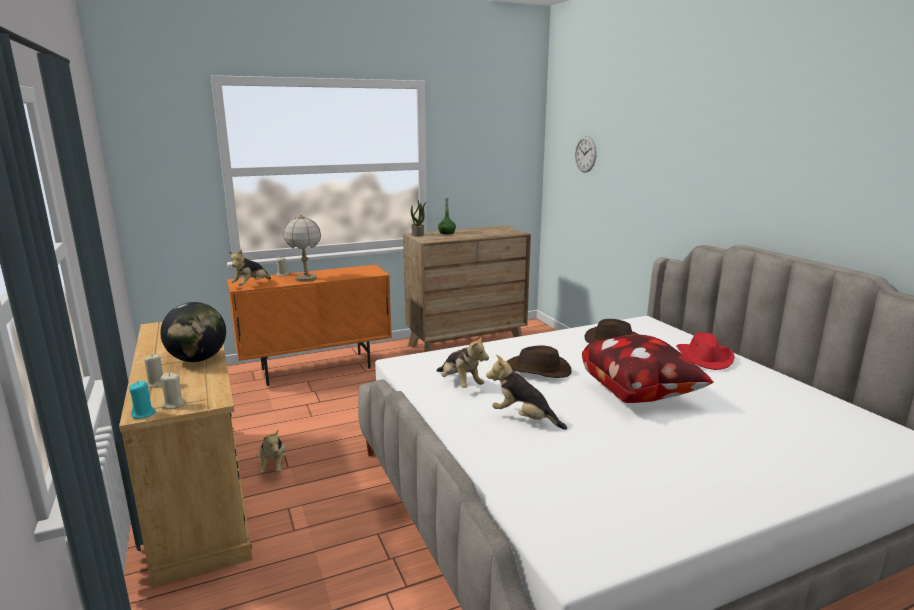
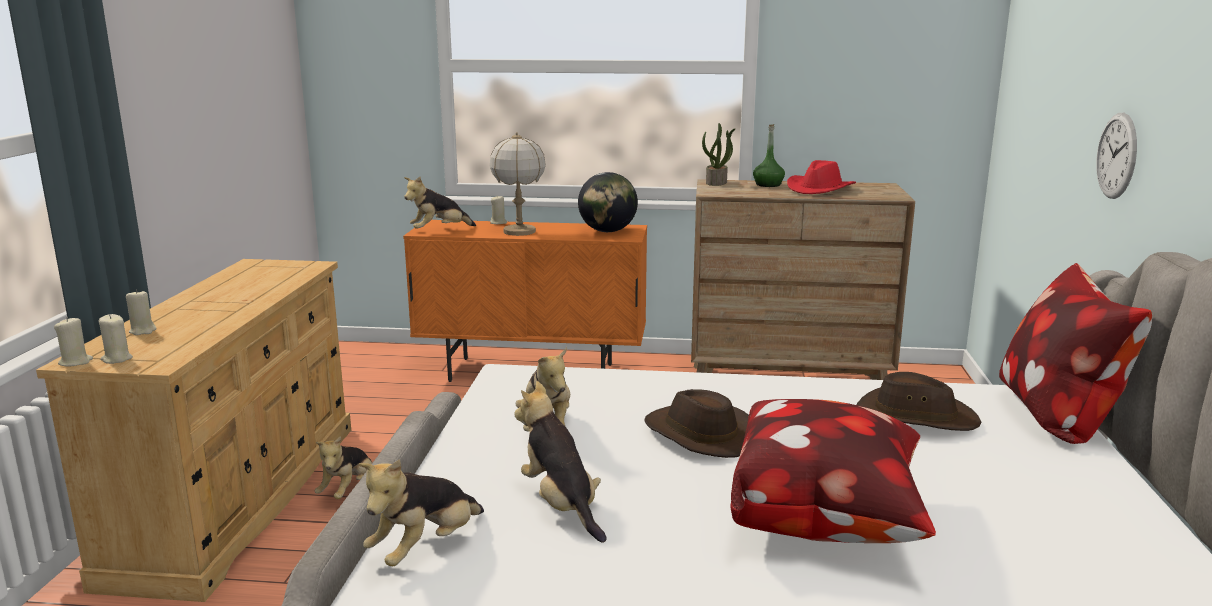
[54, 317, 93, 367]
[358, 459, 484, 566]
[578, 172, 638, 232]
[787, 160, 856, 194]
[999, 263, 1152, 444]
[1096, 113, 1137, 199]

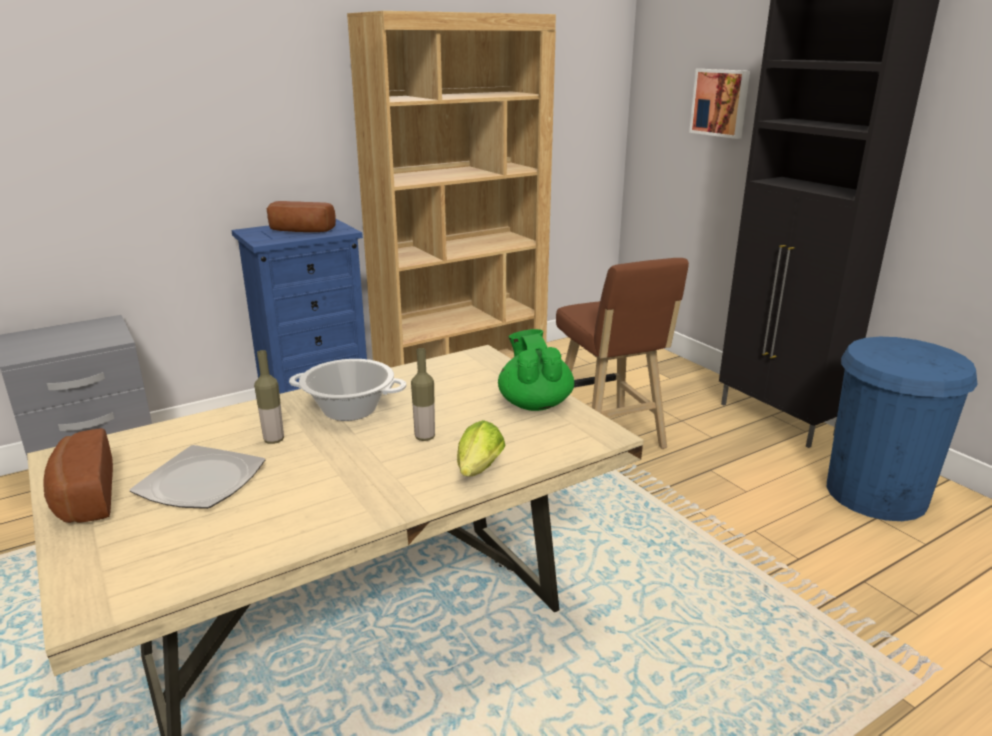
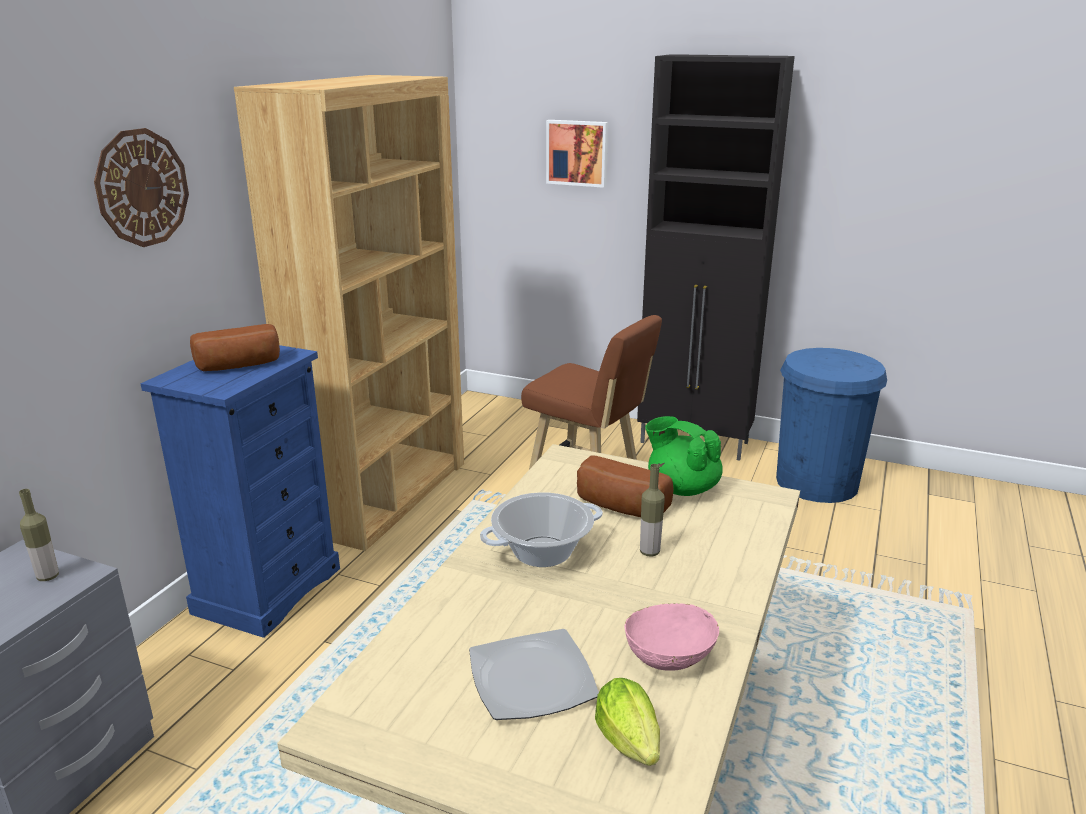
[19, 489, 59, 581]
[94, 128, 189, 247]
[577, 456, 674, 517]
[595, 678, 660, 766]
[625, 603, 719, 671]

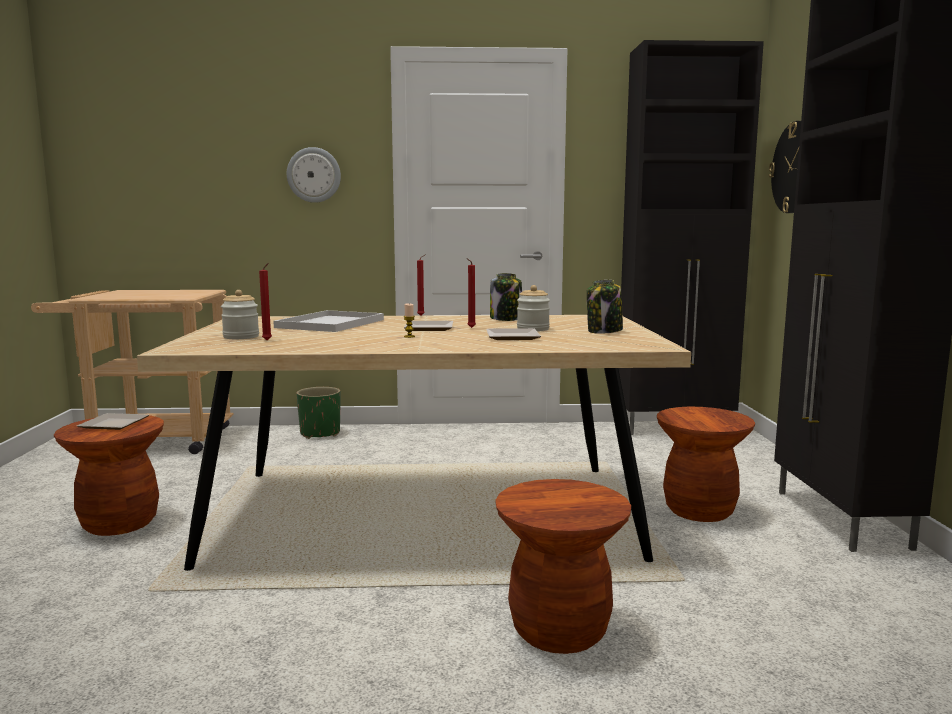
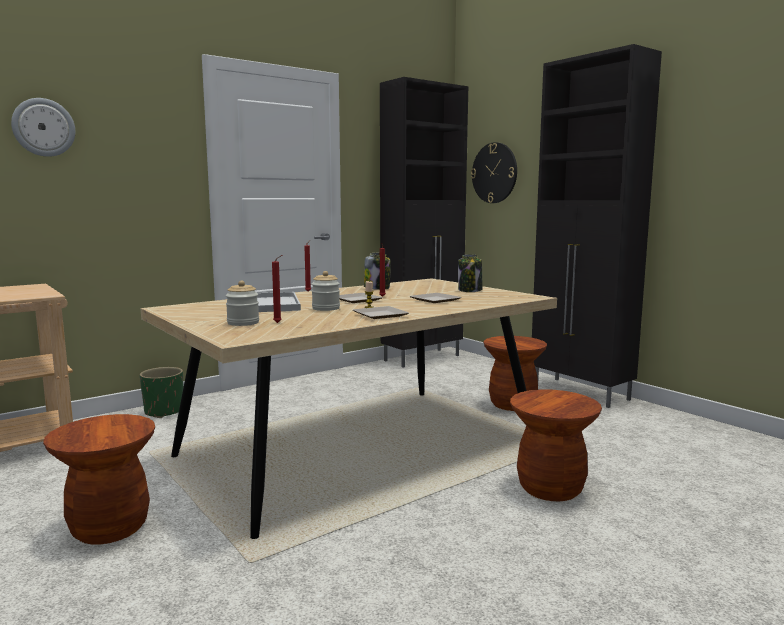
[11, 98, 75, 157]
[312, 271, 340, 311]
[353, 306, 409, 319]

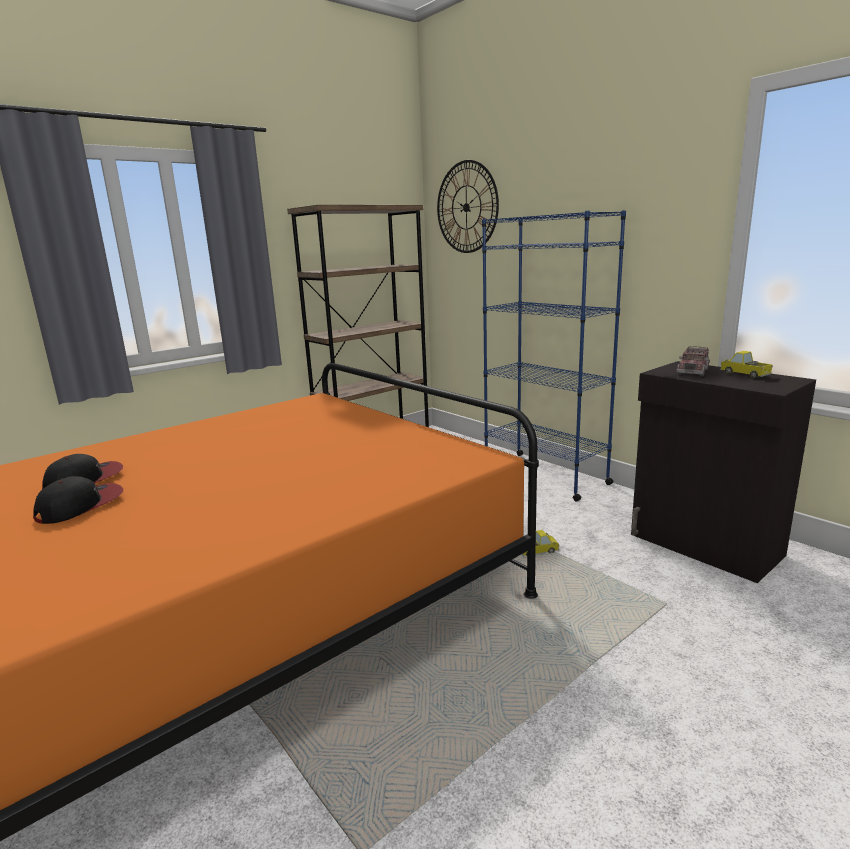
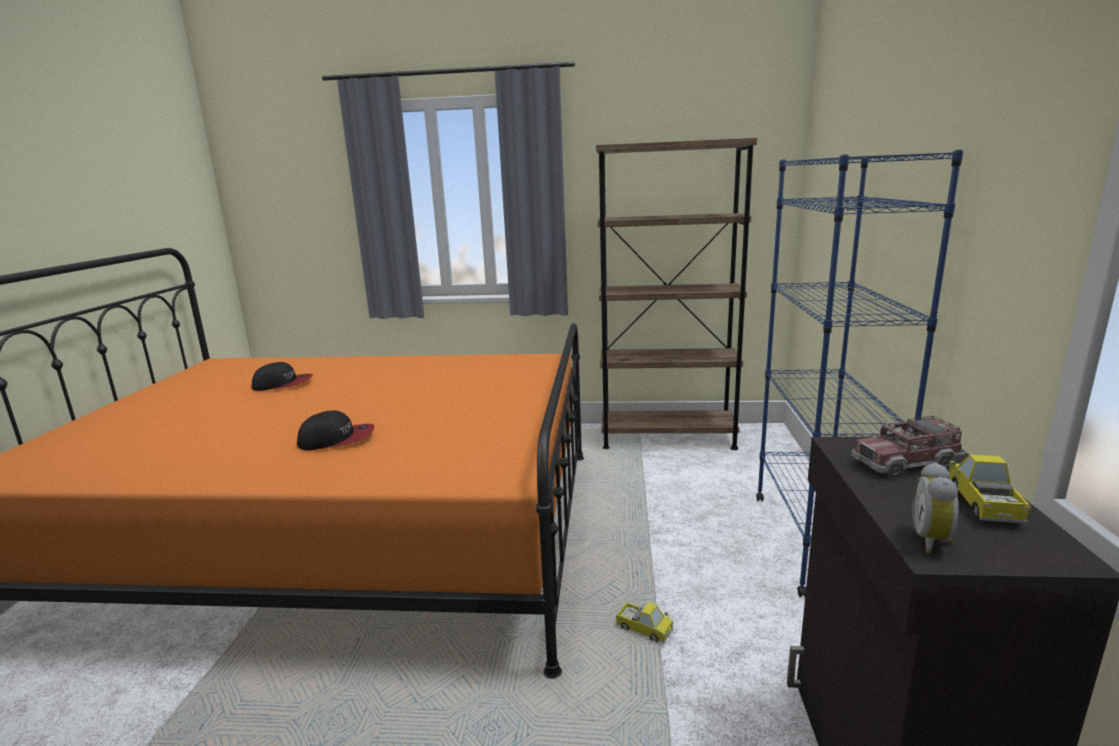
[297, 410, 374, 450]
[913, 462, 958, 553]
[437, 160, 499, 253] (first image)

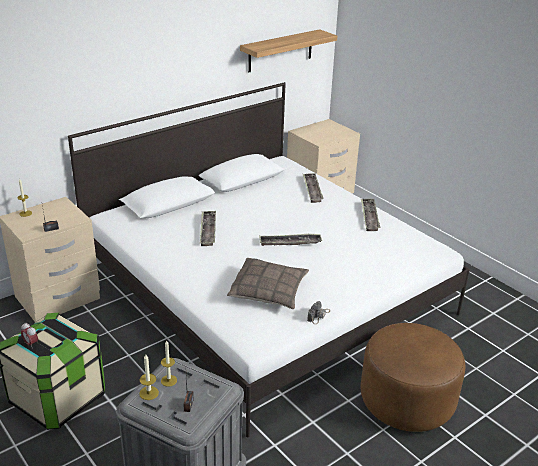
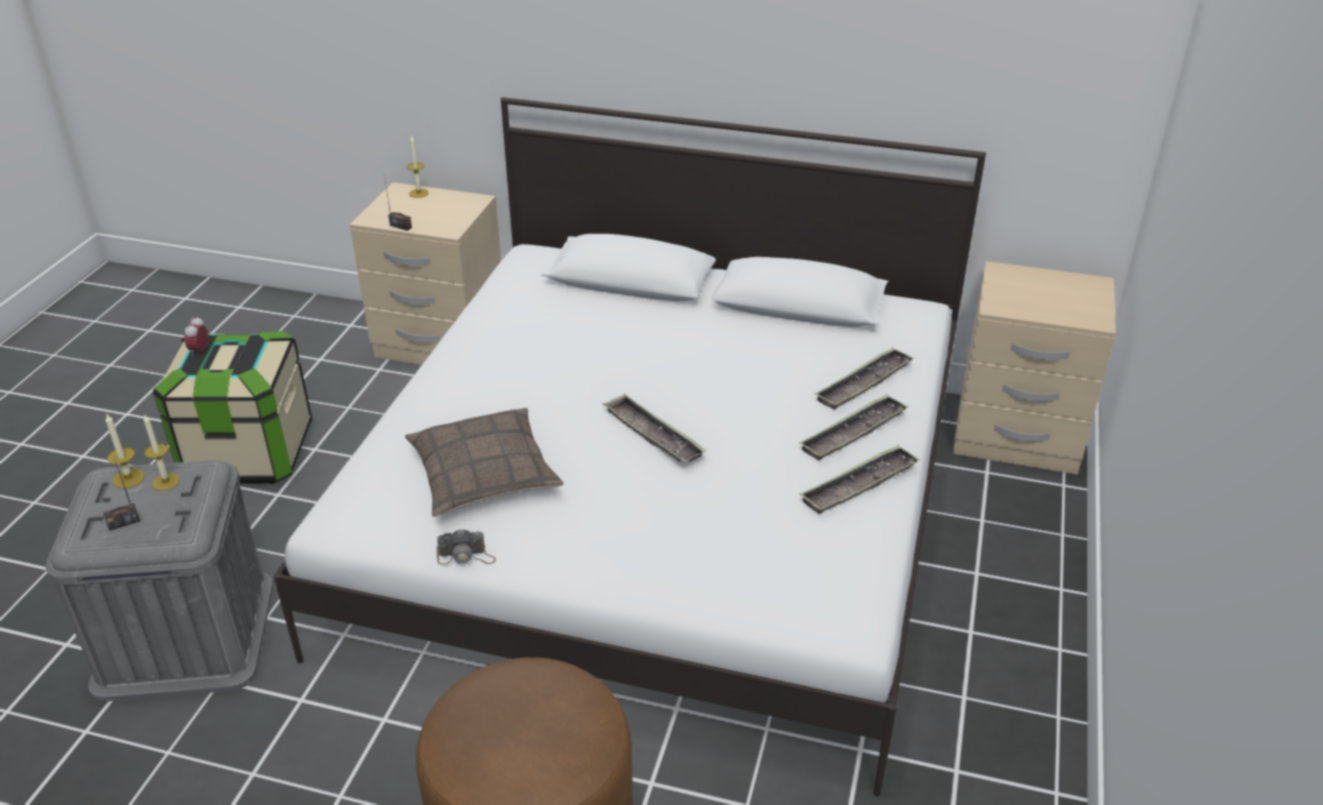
[799, 394, 909, 460]
[240, 29, 337, 72] (first image)

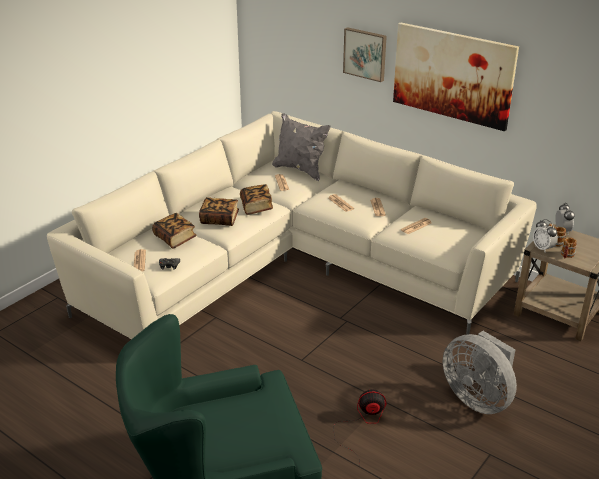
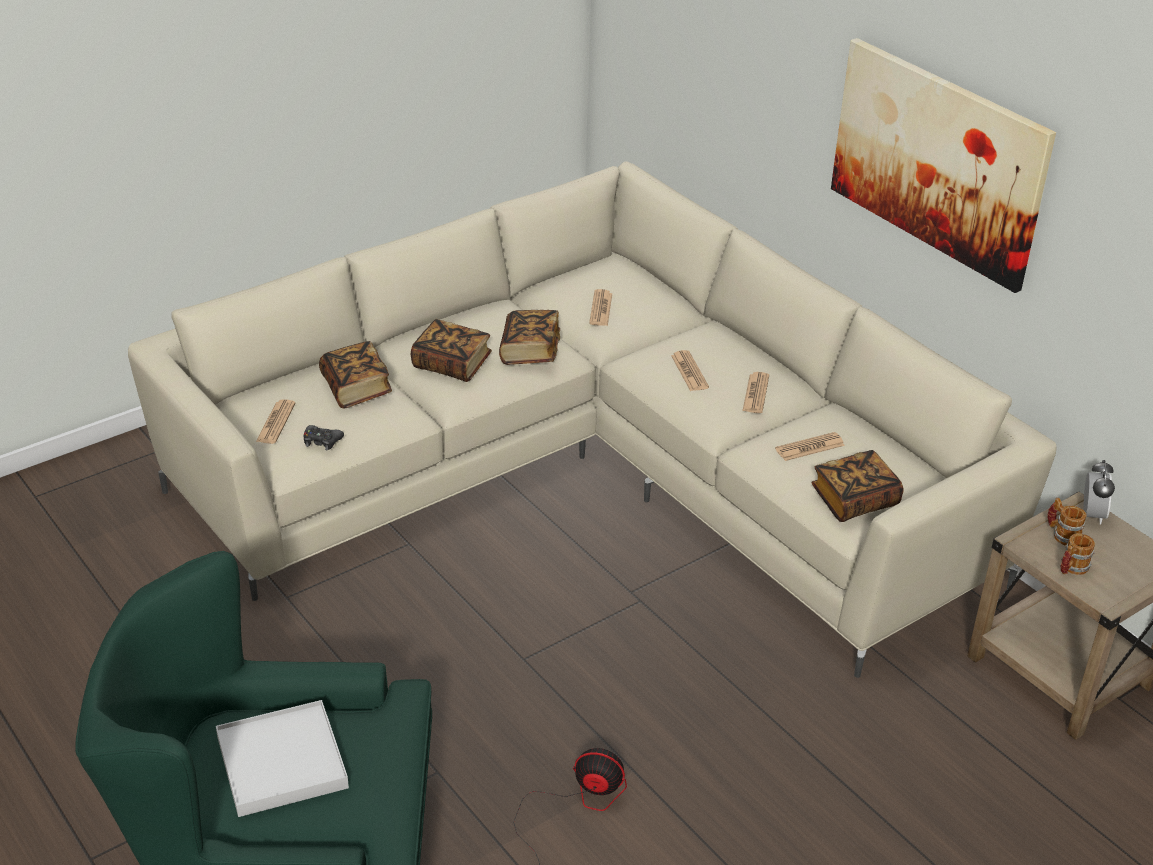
[216, 700, 349, 817]
[811, 450, 904, 522]
[272, 113, 330, 181] (first image)
[343, 27, 387, 82] (first image)
[443, 331, 517, 414] (first image)
[533, 219, 558, 252] (first image)

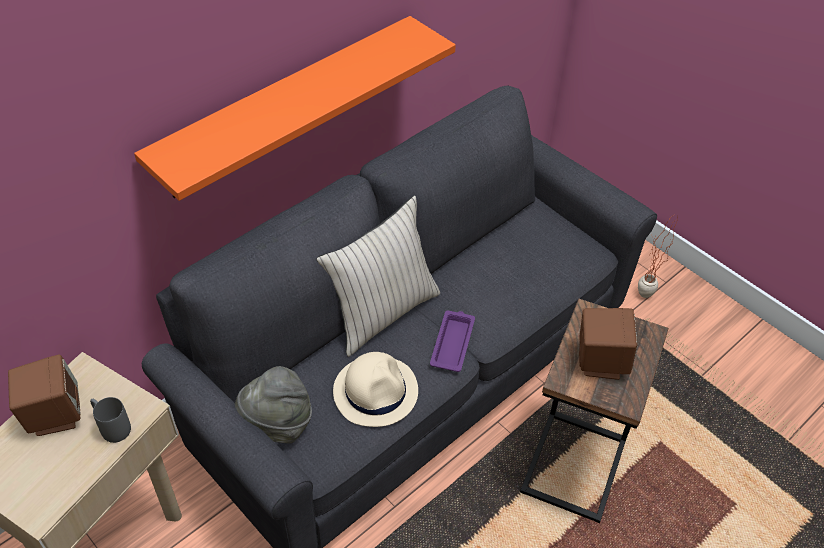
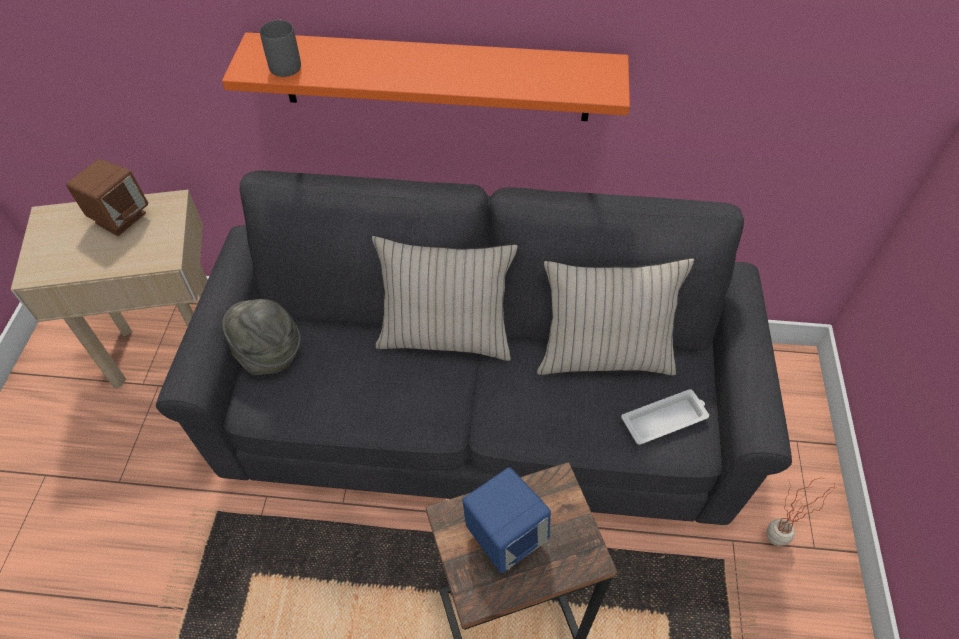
[260, 19, 301, 77]
[462, 467, 551, 573]
[537, 258, 694, 375]
[621, 389, 709, 445]
[333, 352, 418, 427] (first image)
[430, 311, 475, 372] (first image)

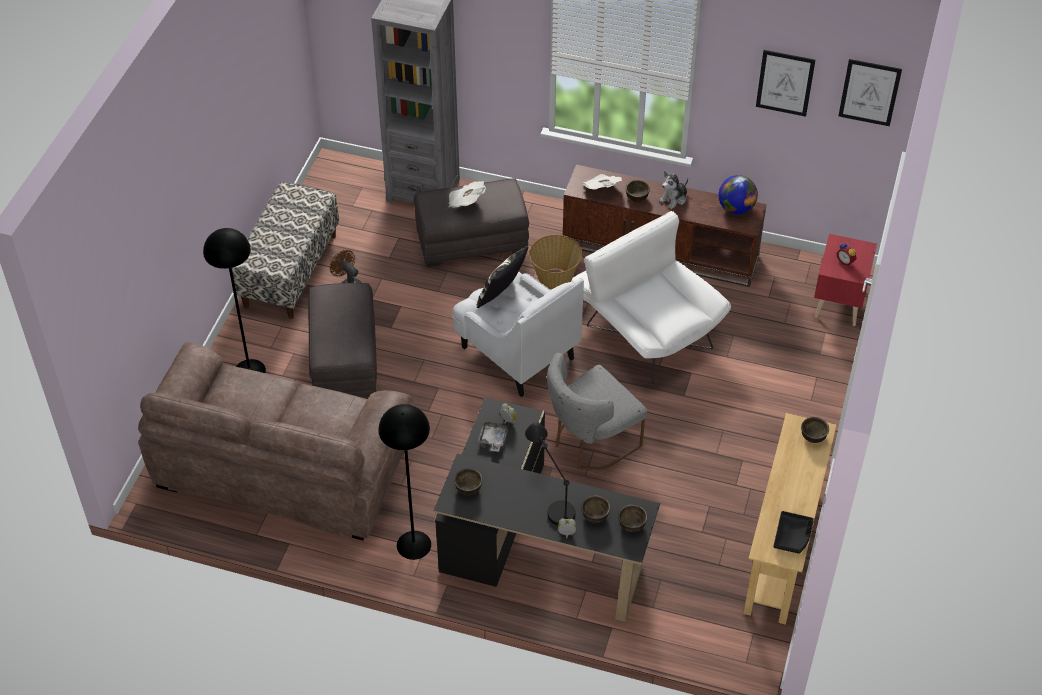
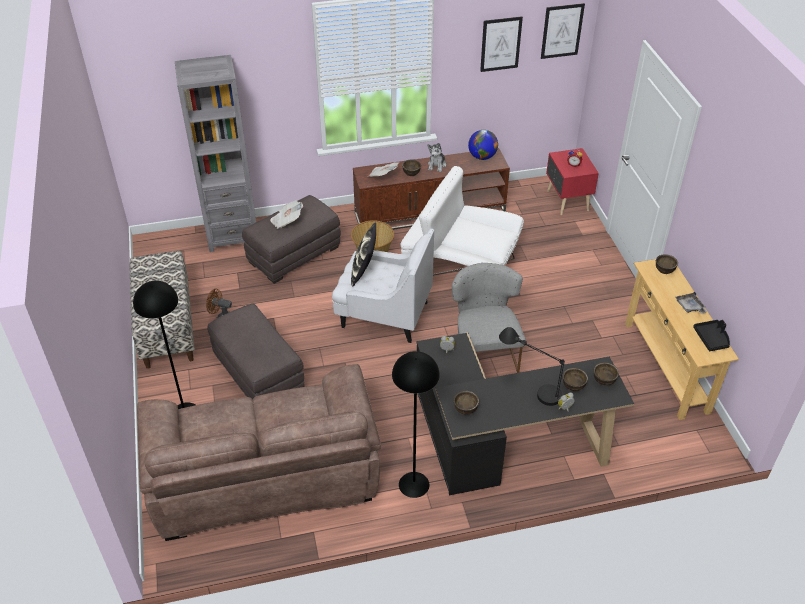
[452, 263, 526, 373]
[675, 291, 707, 314]

